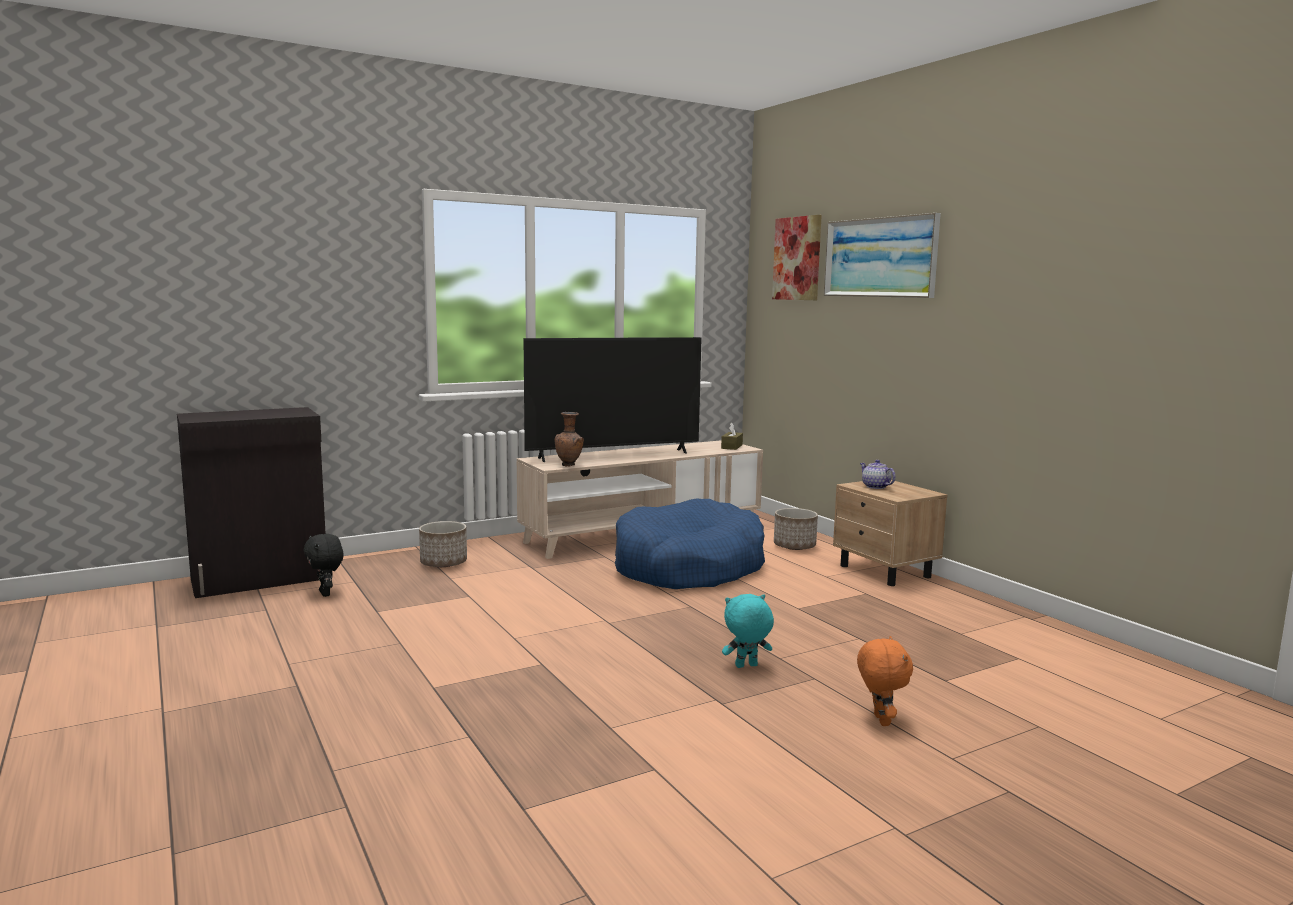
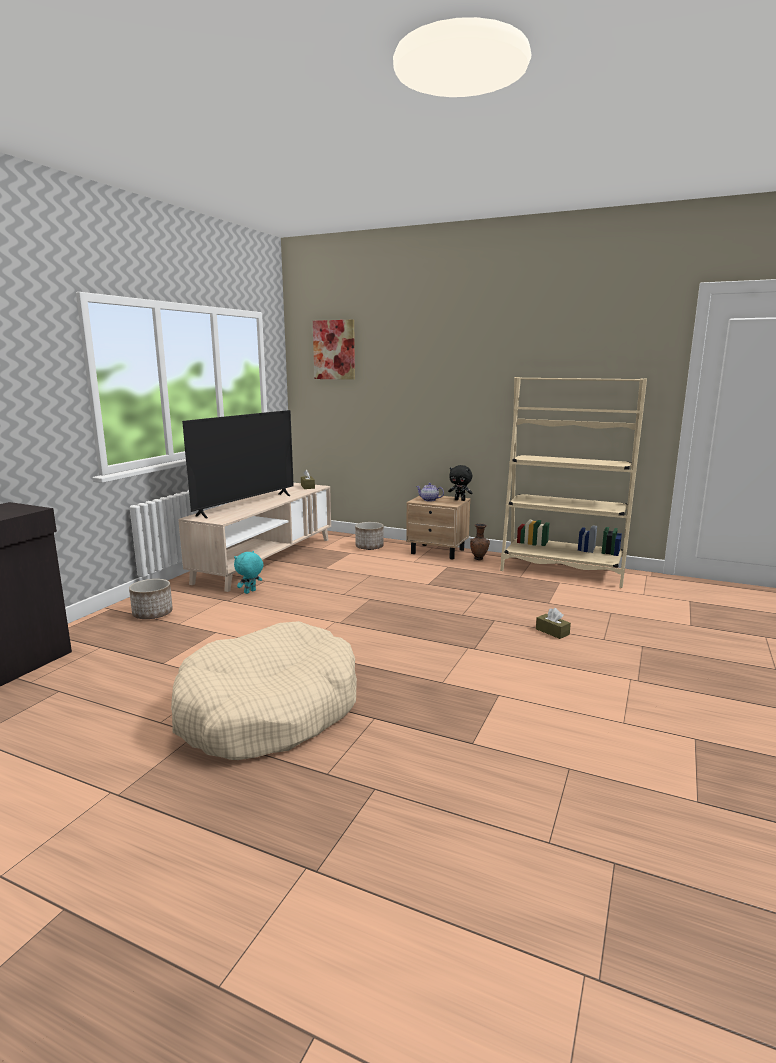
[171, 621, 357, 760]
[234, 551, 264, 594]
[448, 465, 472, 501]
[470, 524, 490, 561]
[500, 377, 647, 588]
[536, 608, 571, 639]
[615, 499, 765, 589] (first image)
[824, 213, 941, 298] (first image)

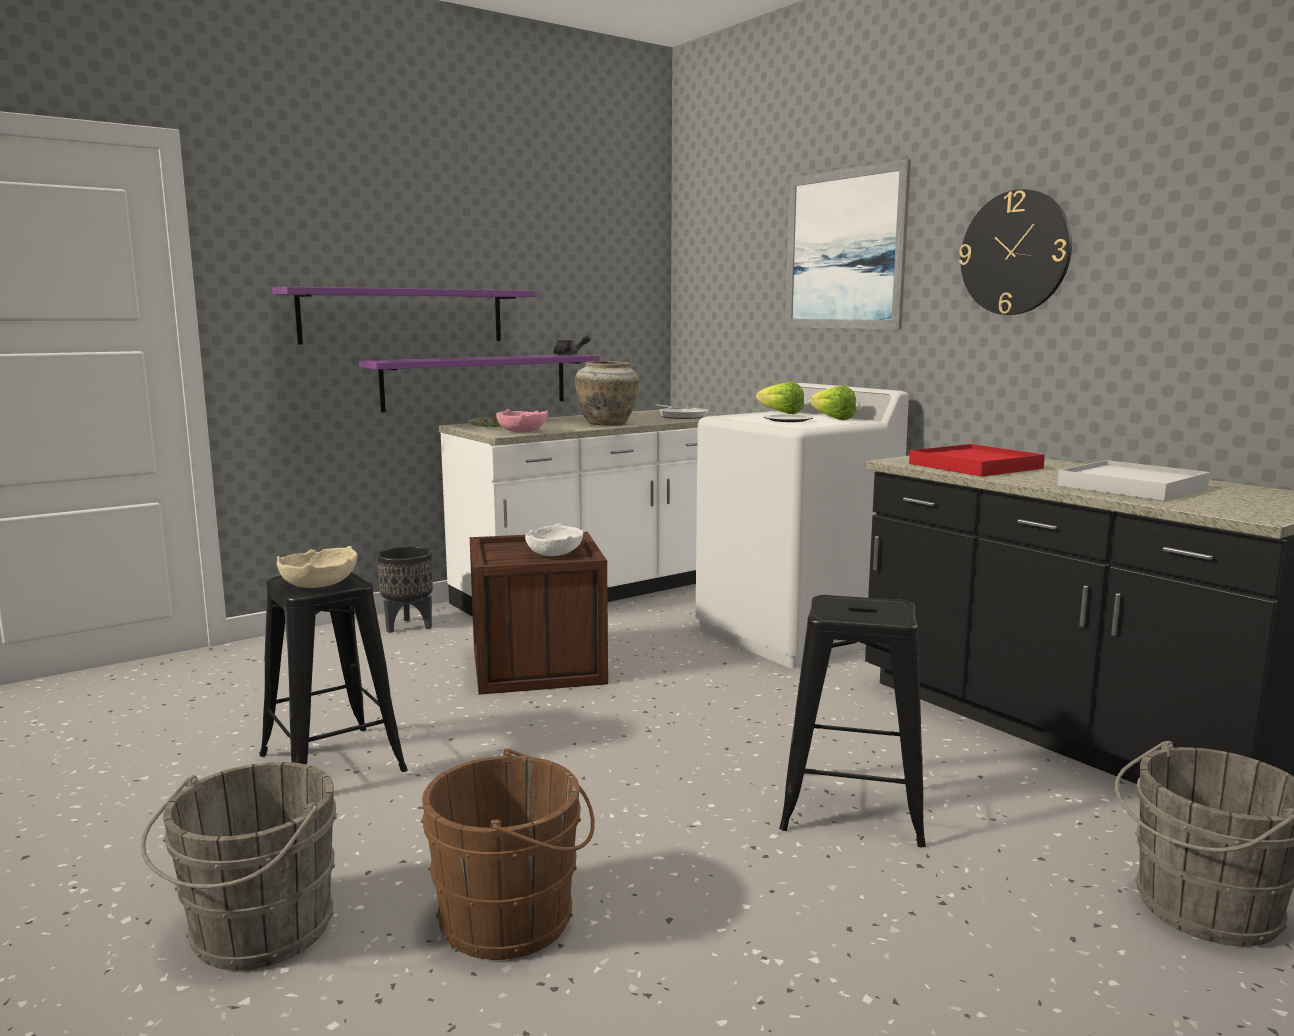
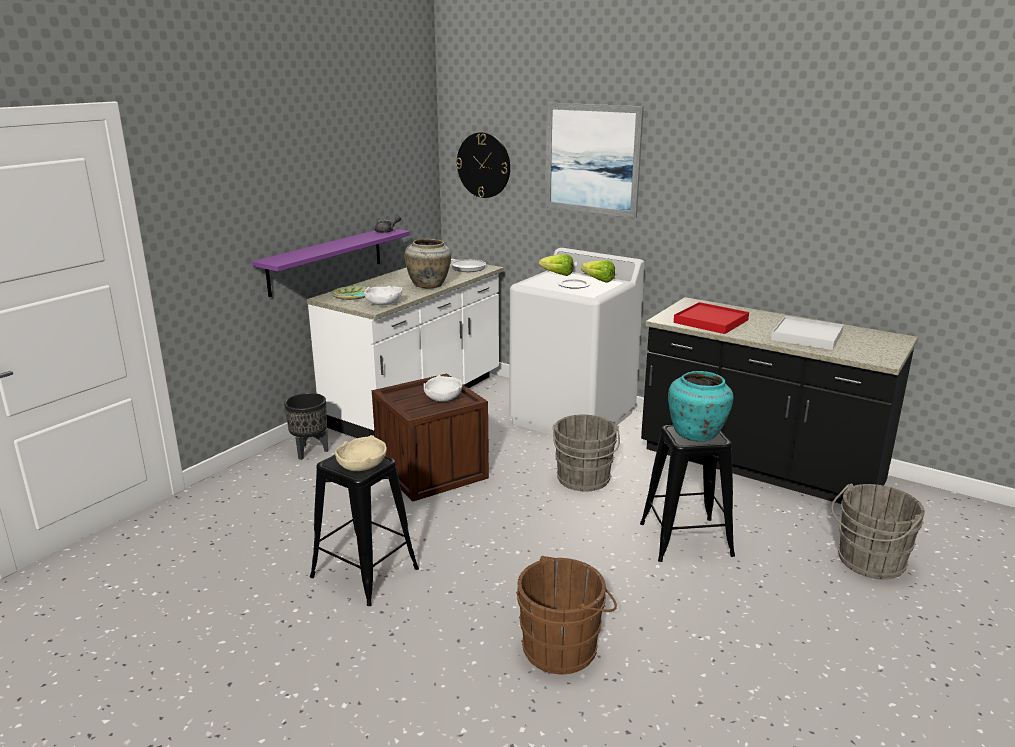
[364, 286, 403, 305]
[456, 132, 510, 198]
[553, 415, 620, 491]
[668, 371, 734, 442]
[272, 287, 537, 345] (first image)

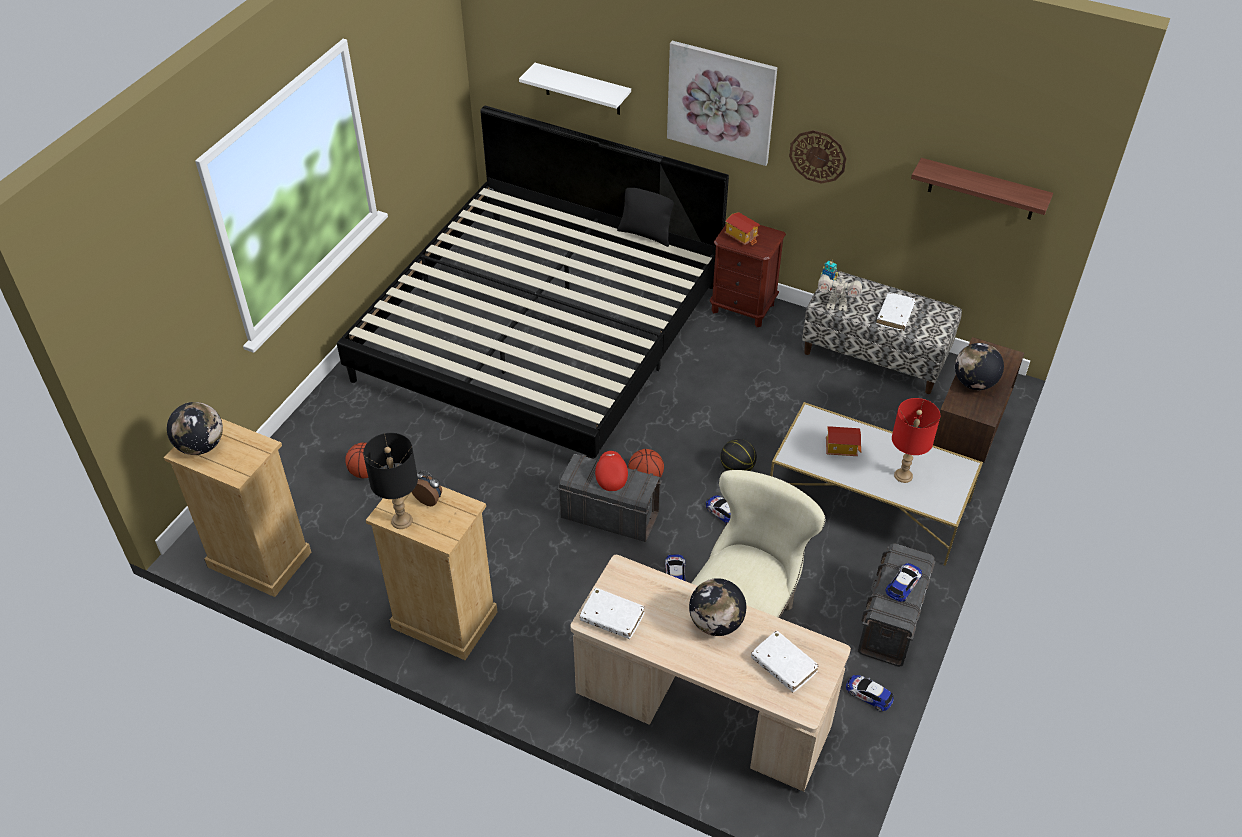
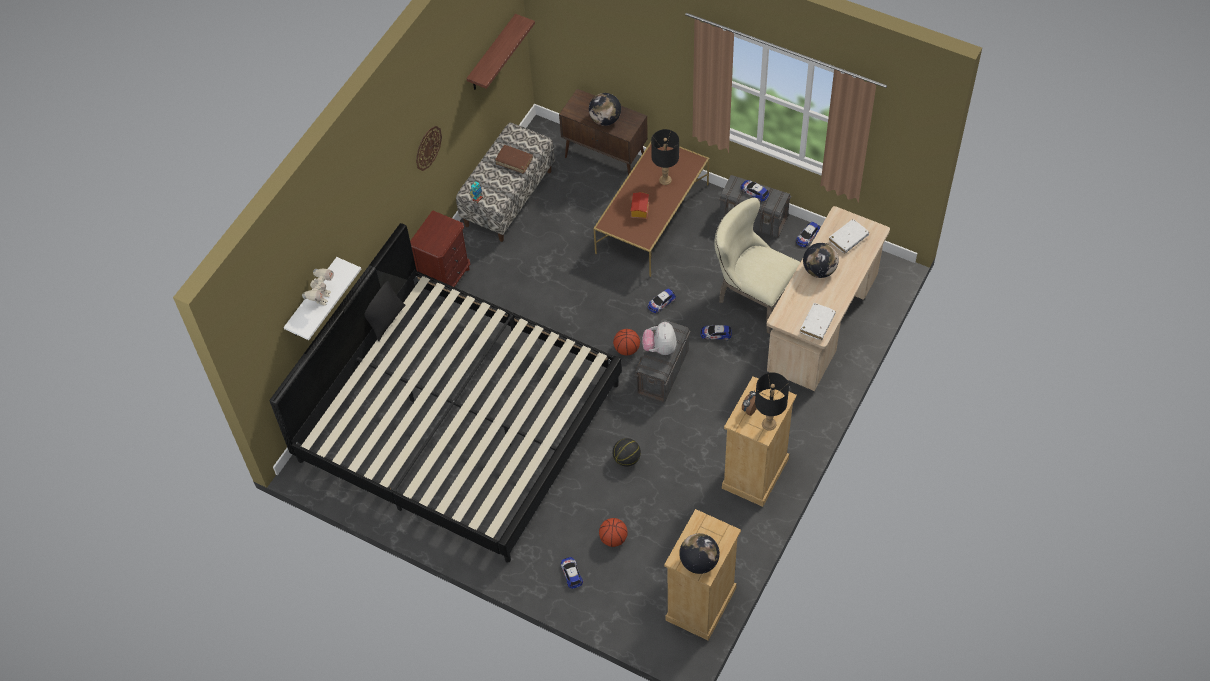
[302, 269, 334, 306]
[495, 145, 533, 174]
[561, 557, 583, 589]
[593, 142, 710, 277]
[612, 438, 641, 467]
[642, 322, 677, 355]
[651, 129, 679, 185]
[667, 41, 777, 166] (first image)
[724, 212, 760, 245] (first image)

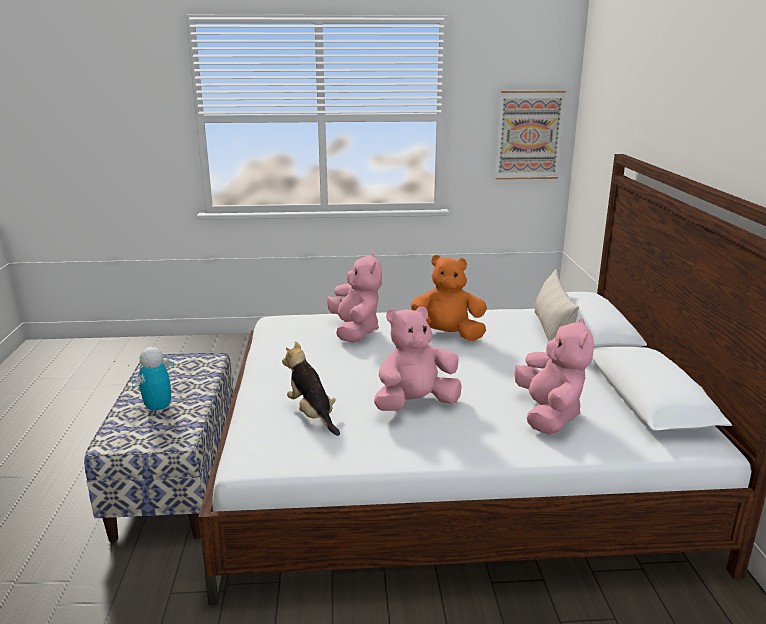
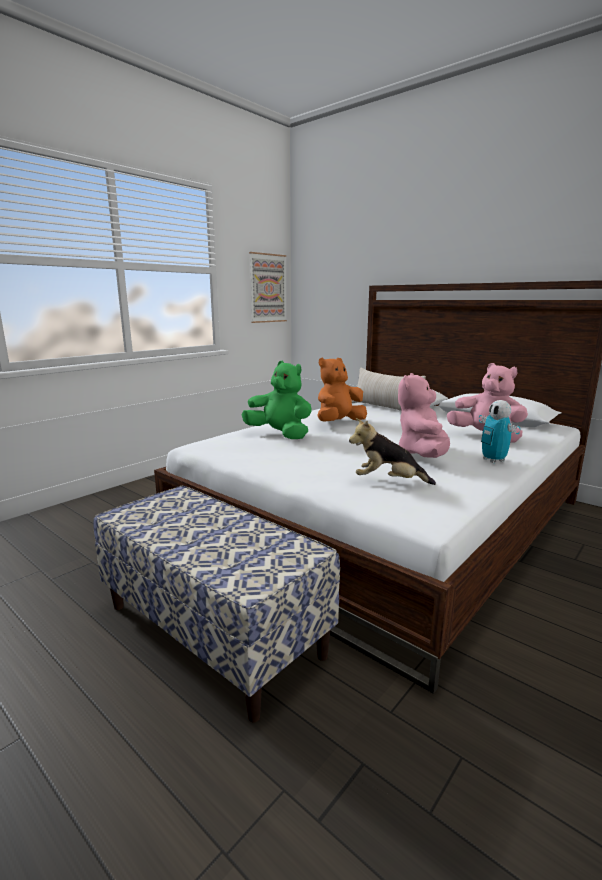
[242, 361, 312, 439]
[479, 400, 520, 463]

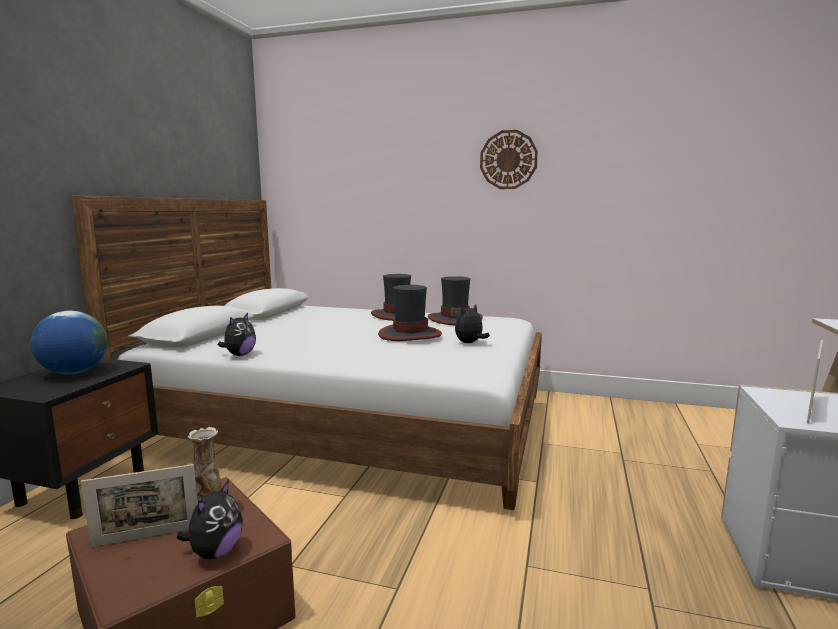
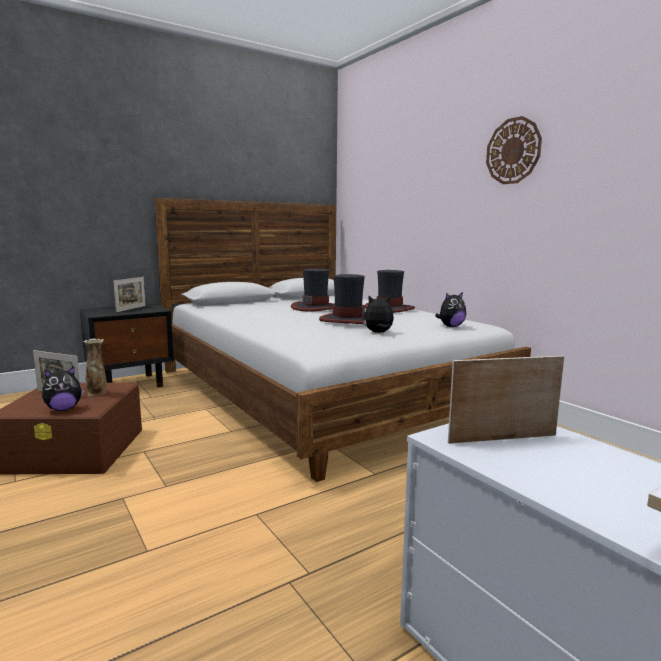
[113, 277, 146, 312]
[291, 269, 335, 311]
[435, 292, 466, 327]

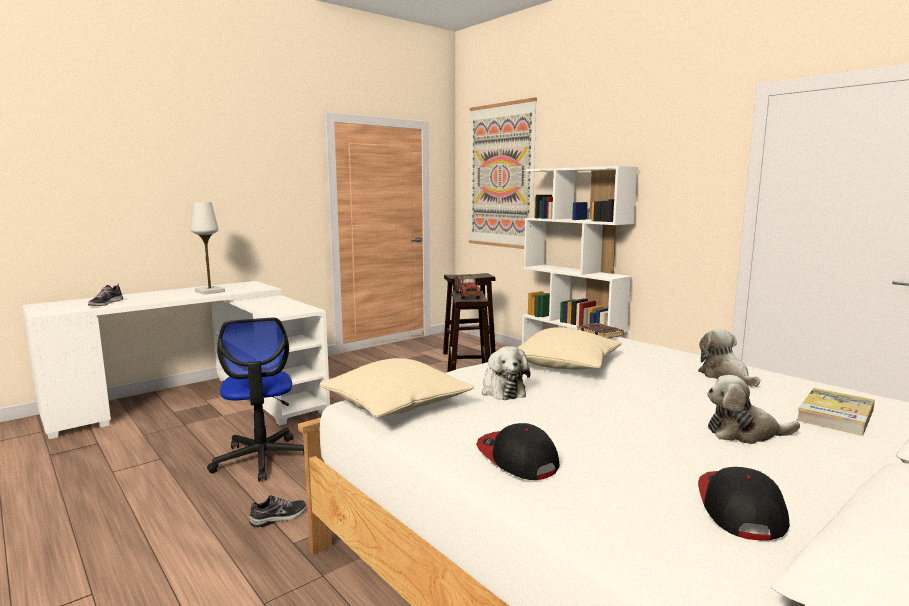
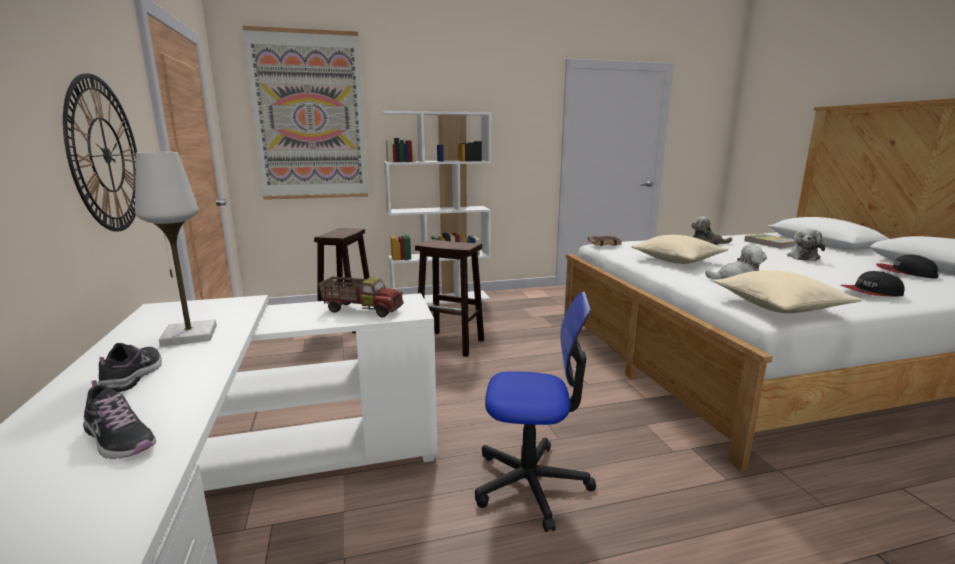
[63, 73, 137, 232]
[98, 343, 162, 392]
[318, 276, 403, 317]

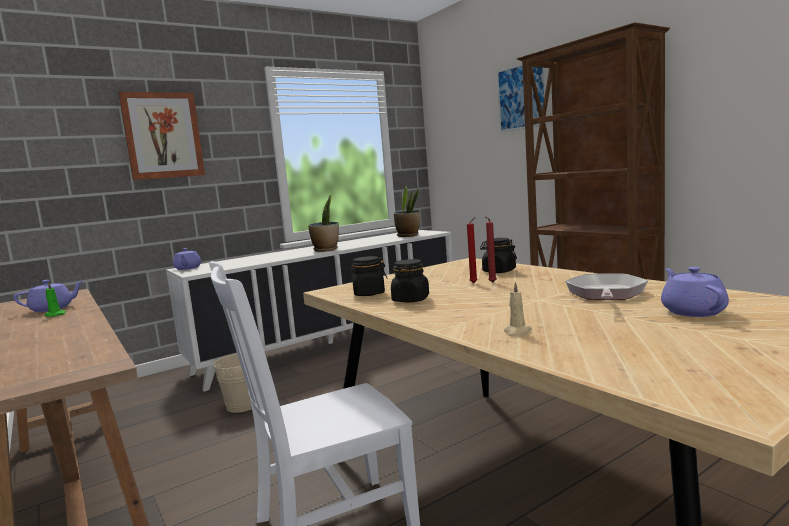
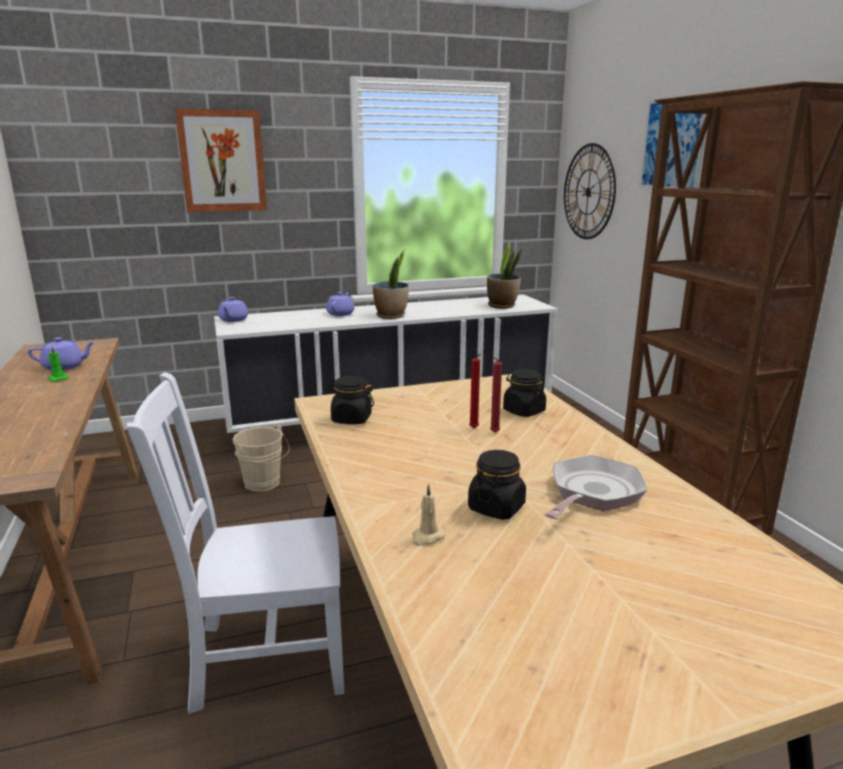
[326, 292, 355, 316]
[468, 450, 526, 520]
[564, 143, 616, 239]

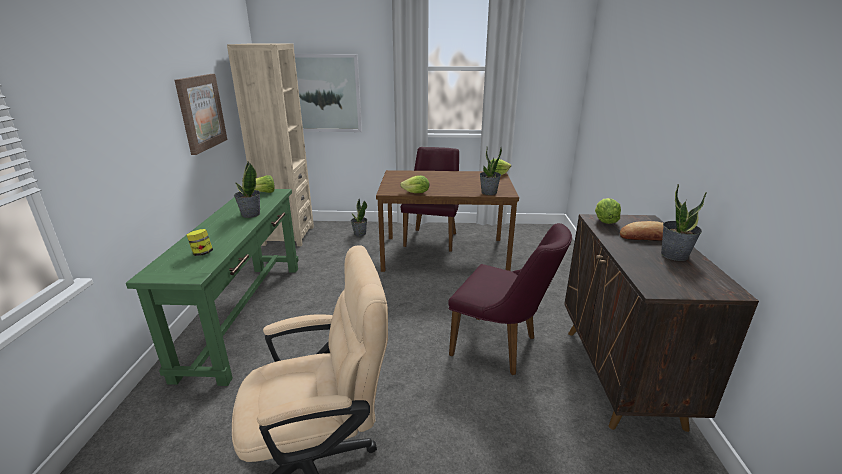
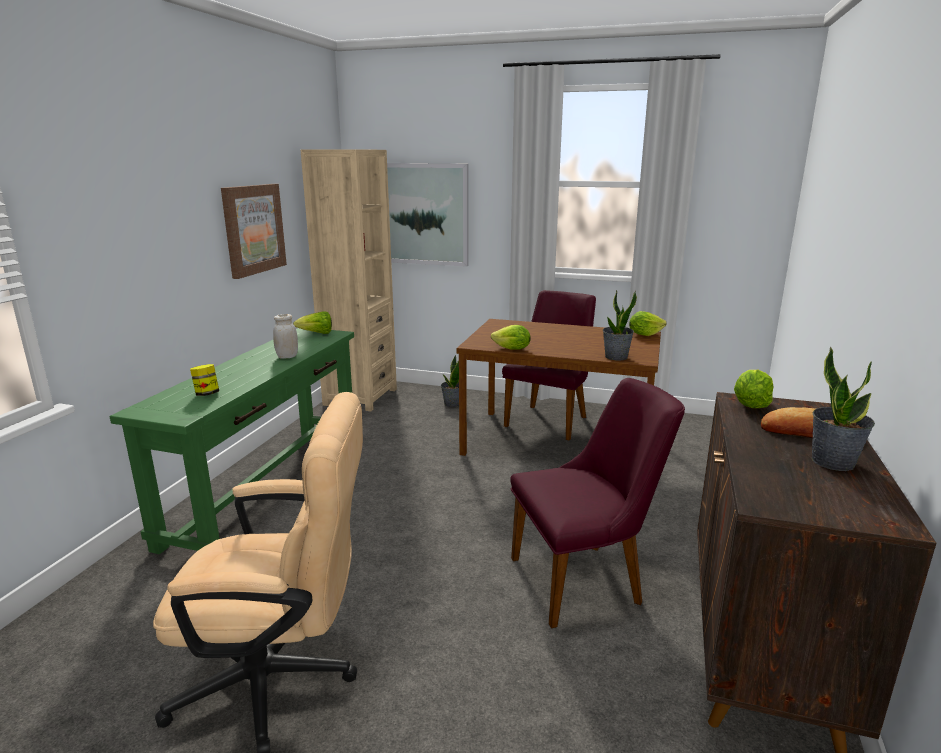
[273, 314, 298, 359]
[510, 378, 685, 628]

